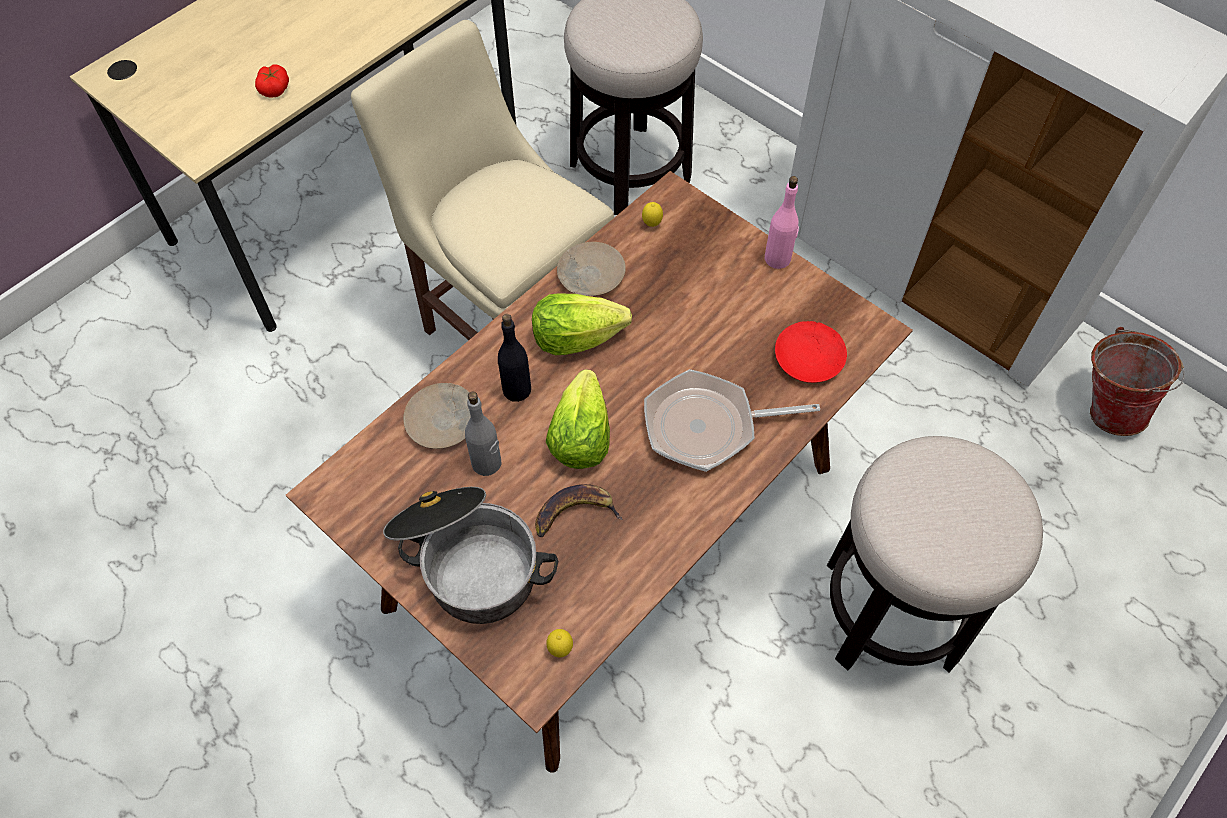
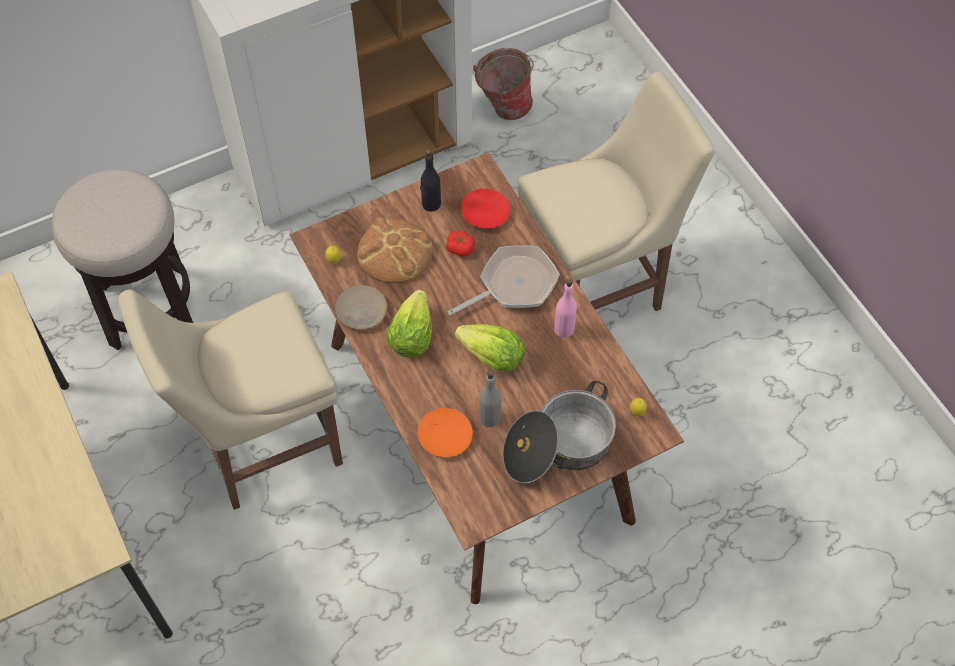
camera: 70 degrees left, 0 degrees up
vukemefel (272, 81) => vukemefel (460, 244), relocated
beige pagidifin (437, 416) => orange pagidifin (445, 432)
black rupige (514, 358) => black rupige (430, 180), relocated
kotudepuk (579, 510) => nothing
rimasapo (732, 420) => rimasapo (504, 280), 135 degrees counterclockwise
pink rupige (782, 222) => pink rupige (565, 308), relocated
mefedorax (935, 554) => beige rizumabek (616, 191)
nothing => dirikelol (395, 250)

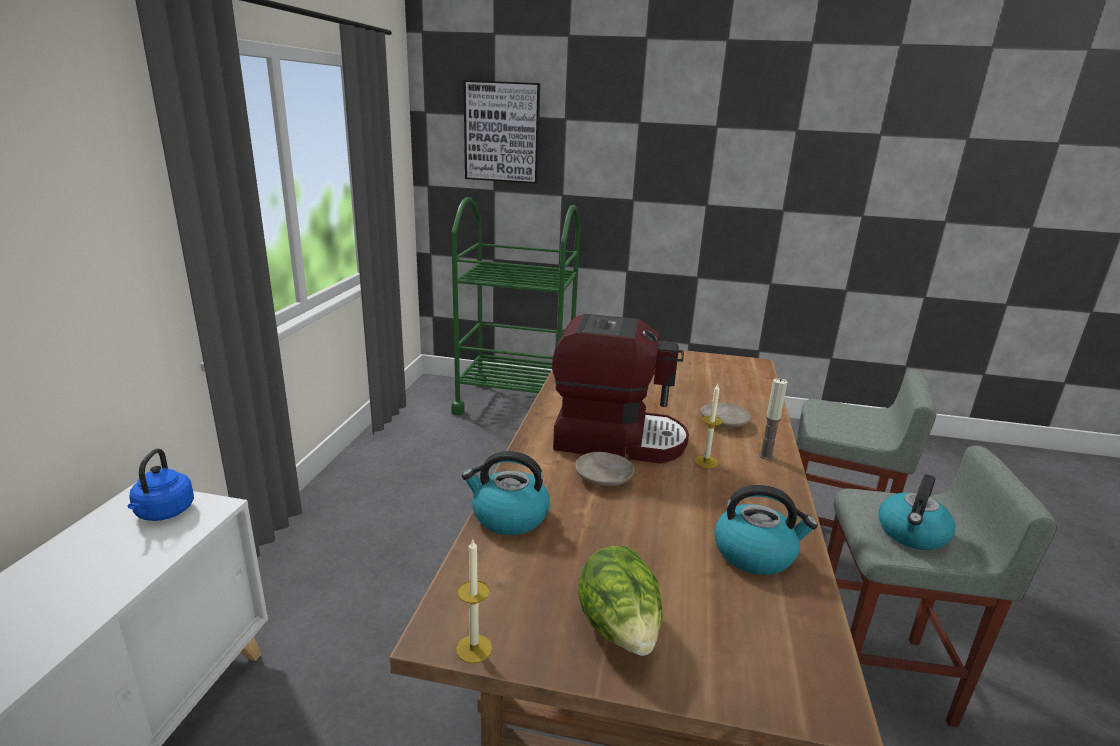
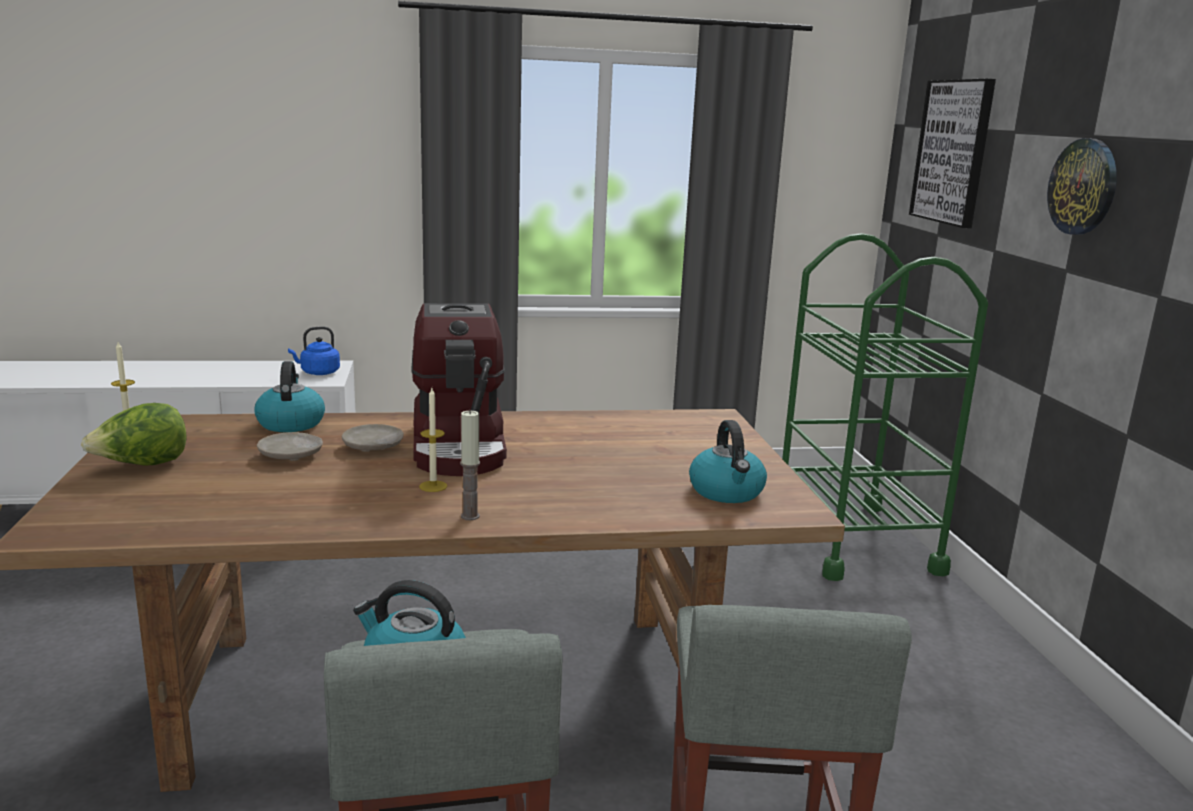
camera: 70 degrees right, 5 degrees down
beige pagidifin (725, 415) => beige pagidifin (290, 446), relocated
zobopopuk (766, 530) => zobopopuk (728, 461), relocated
nothing => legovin (1082, 186)

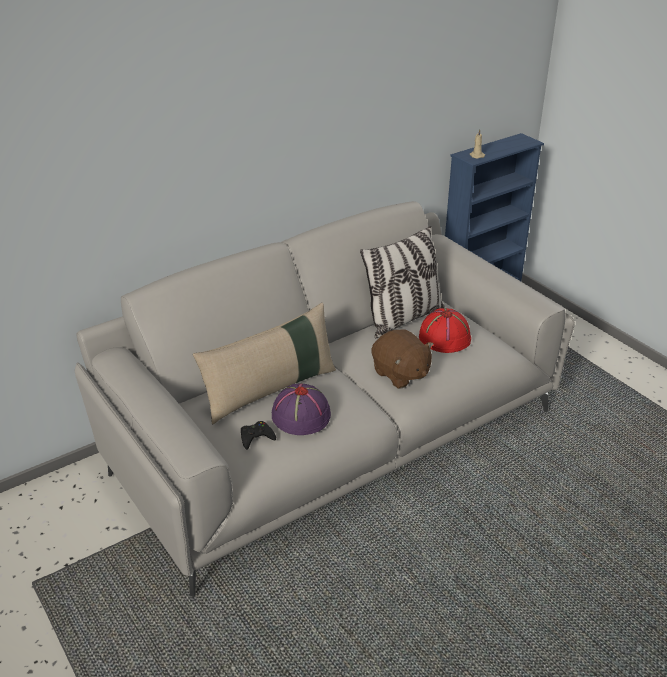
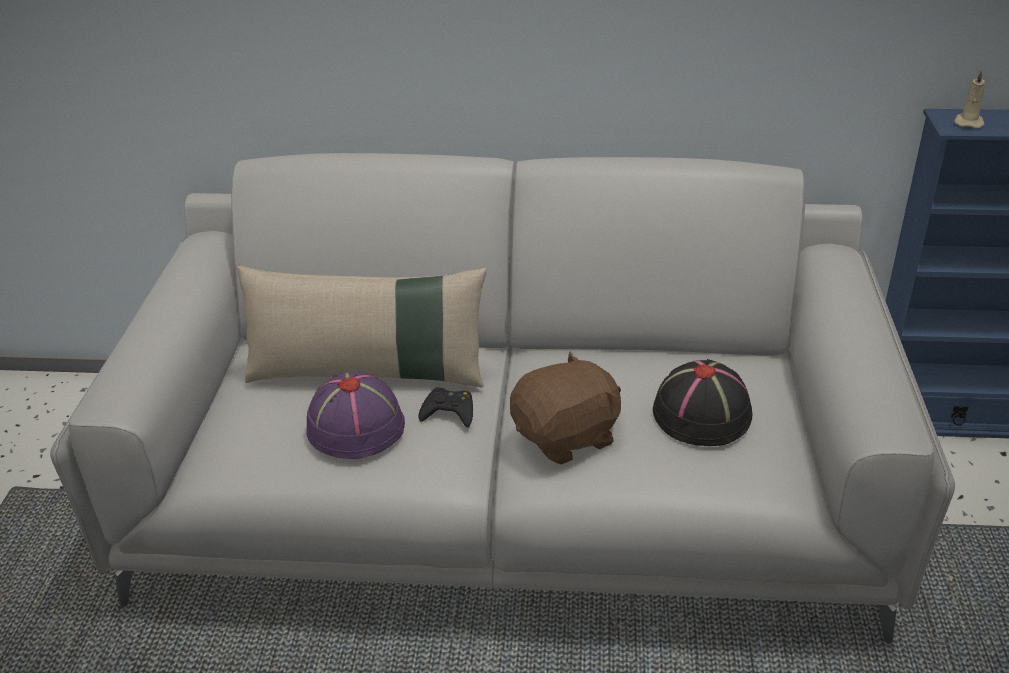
camera: 40 degrees right, 0 degrees up
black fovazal (258, 435) => black fovazal (445, 407), relocated
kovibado (402, 282) => nothing
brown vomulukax (403, 359) => brown vomulukax (565, 408), 120 degrees counterclockwise
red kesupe (445, 330) => black kesupe (702, 402)

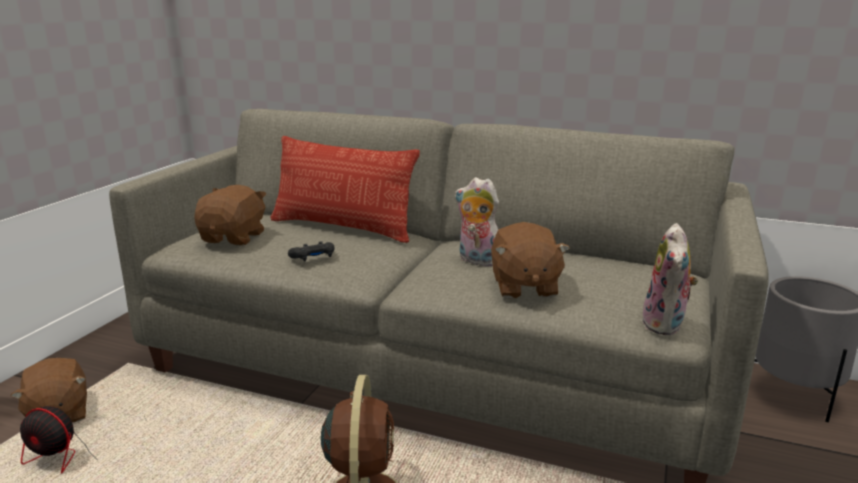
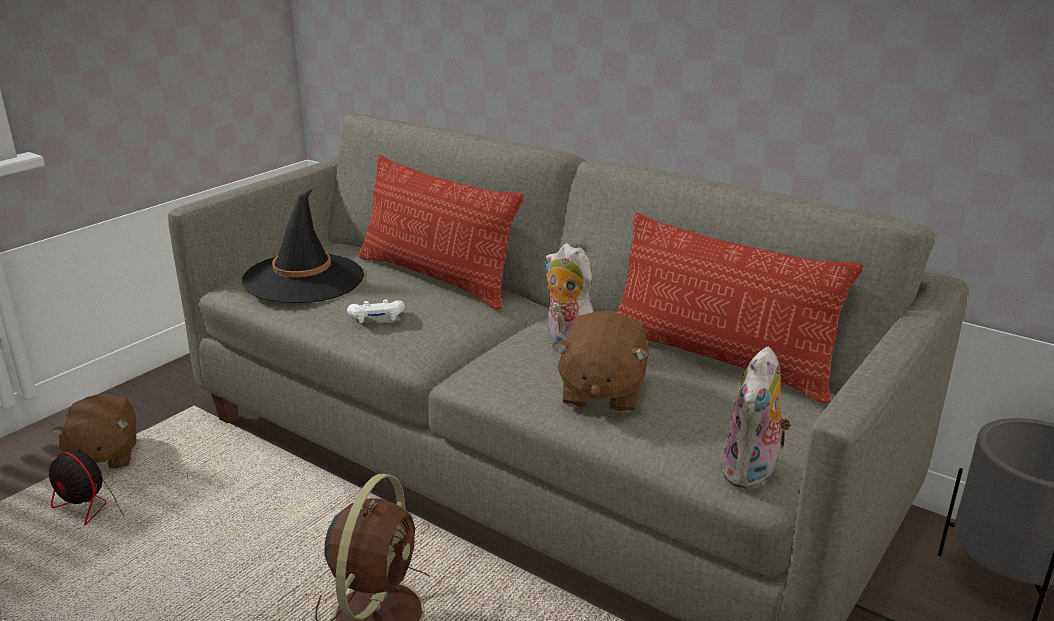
camera: 15 degrees right, 5 degrees up
brown vomulukax (230, 215) => black kesupe (303, 246)
black fovazal (311, 251) => white fovazal (376, 311)
nothing => kovibado (740, 308)

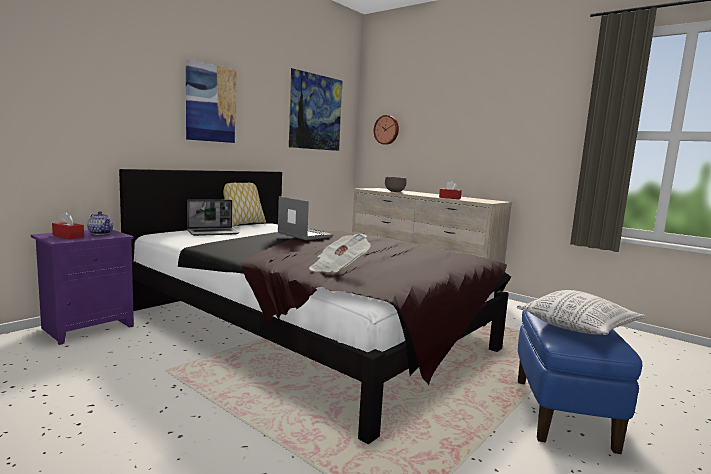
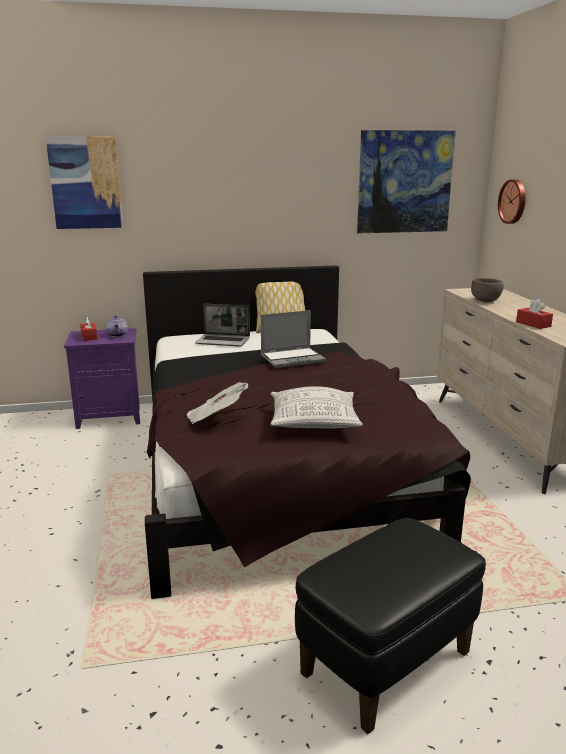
camera: 40 degrees right, 10 degrees up
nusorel (211, 101) => nusorel (84, 182), relocated
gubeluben (305, 218) => gubeluben (293, 339), 75 degrees clockwise
kovibado (581, 312) => kovibado (316, 407), relocated
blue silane (580, 382) => black silane (390, 626)

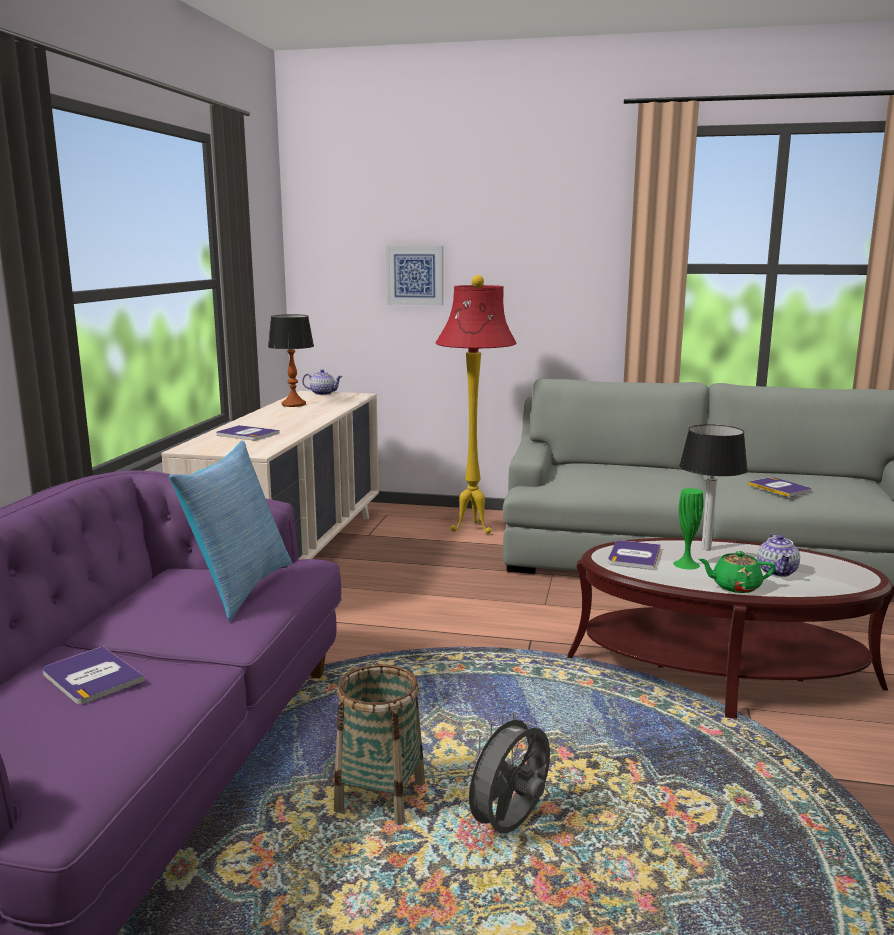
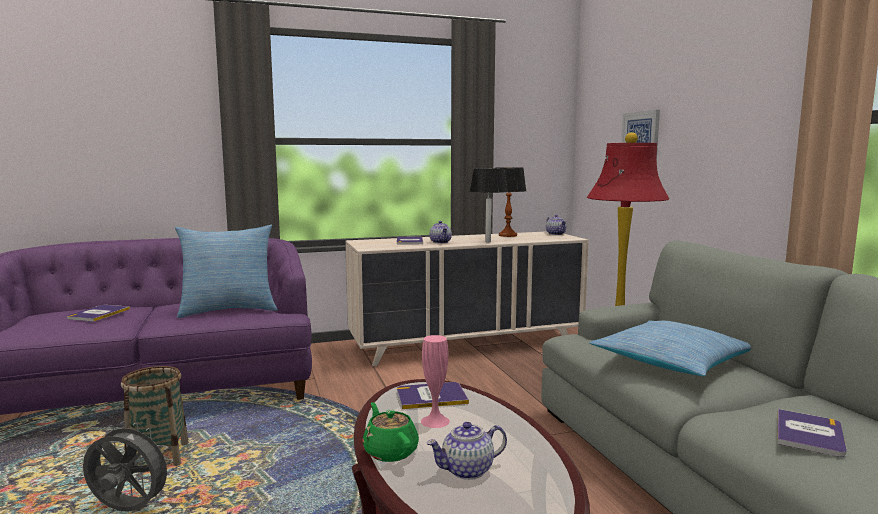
camera: 60 degrees right, 5 degrees down
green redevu (688, 528) => pink redevu (435, 381)
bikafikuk (713, 487) => bikafikuk (489, 205), relocated
nothing => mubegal (440, 232)
nothing => kovibado (670, 348)

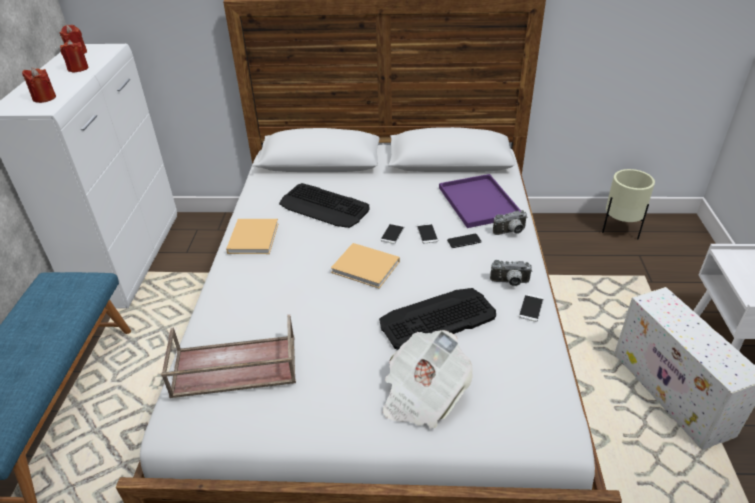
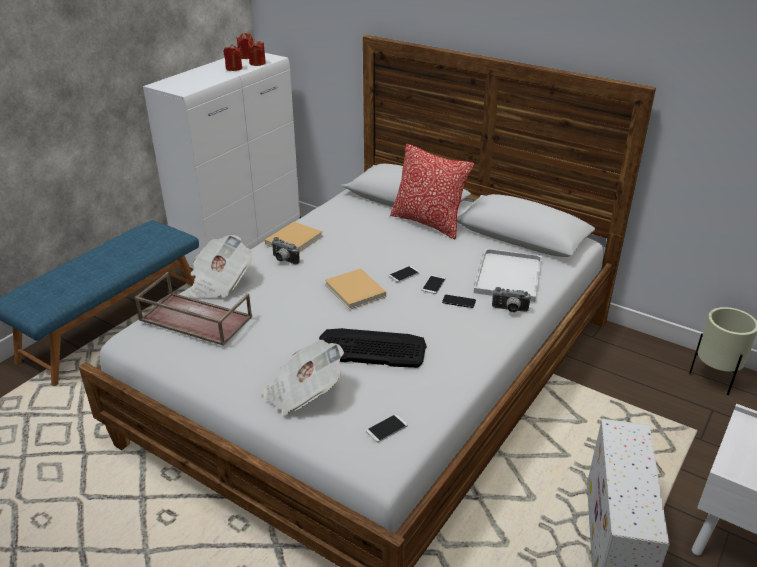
camera: 30 degrees right, 5 degrees down
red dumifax (39, 85) => red dumifax (256, 52), relocated
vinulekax (324, 205) => nothing
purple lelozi (480, 201) => white lelozi (508, 275)
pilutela (511, 273) => pilutela (285, 250), relocated
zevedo (531, 308) => zevedo (387, 428), relocated
nothing => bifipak (221, 266)
nothing => kovibado (432, 191)

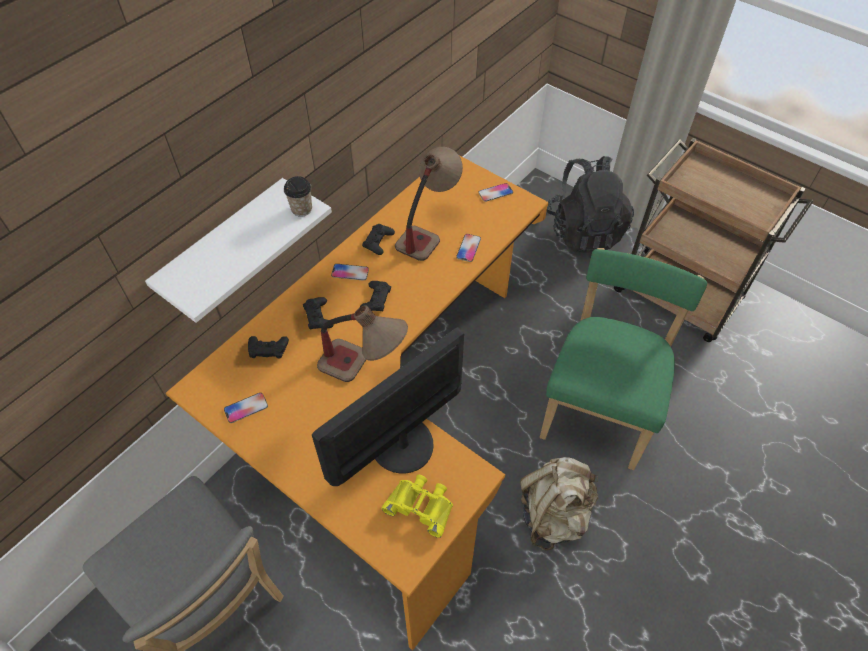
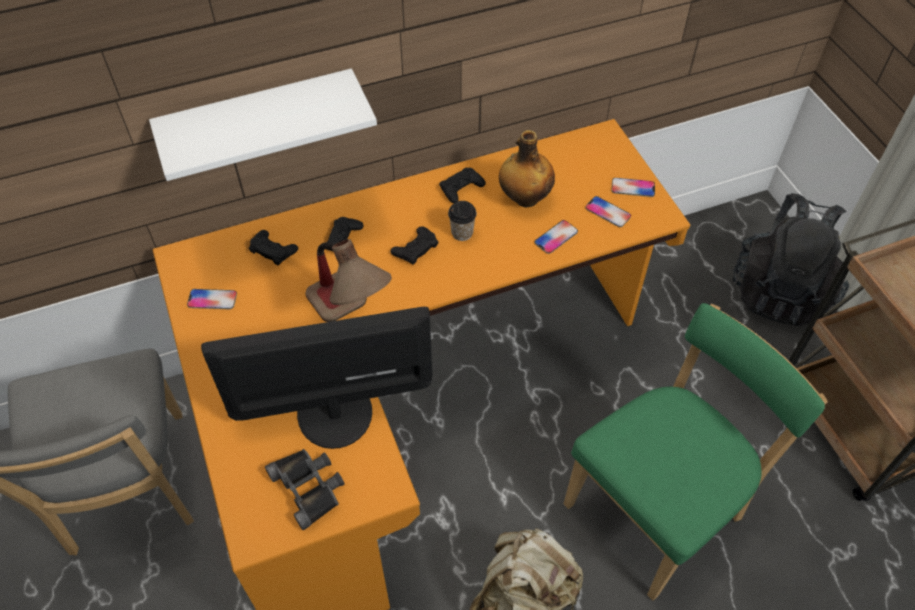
camera: 30 degrees right, 0 degrees up
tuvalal (298, 196) => tuvalal (462, 221), relocated
zevedo (350, 272) => zevedo (608, 211), relocated
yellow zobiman (417, 506) => black zobiman (305, 489)
bikafikuk (429, 204) => rupige (527, 168)

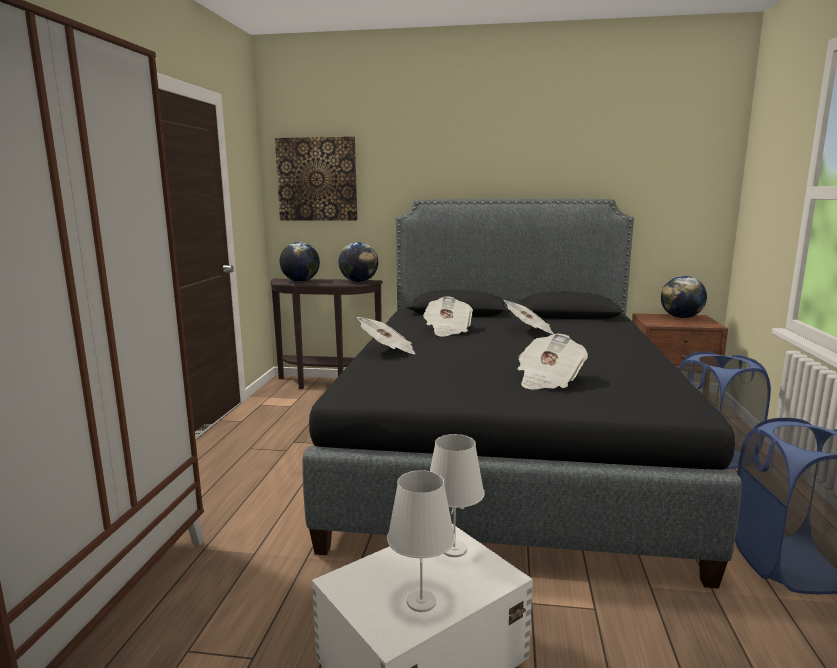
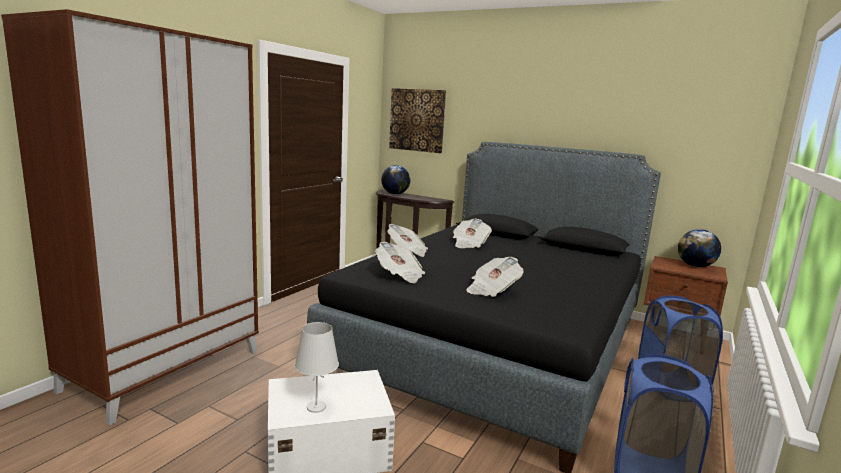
camera: 20 degrees right, 0 degrees up
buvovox (358, 262) => nothing
white bikafikuk (457, 495) => nothing
bifipak (528, 317) => bifipak (400, 262), relocated

